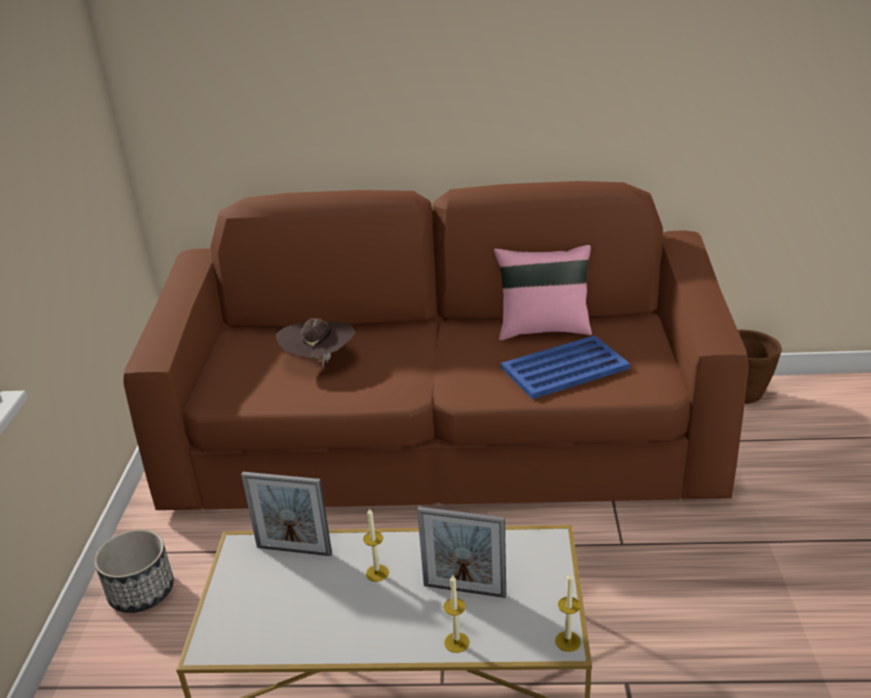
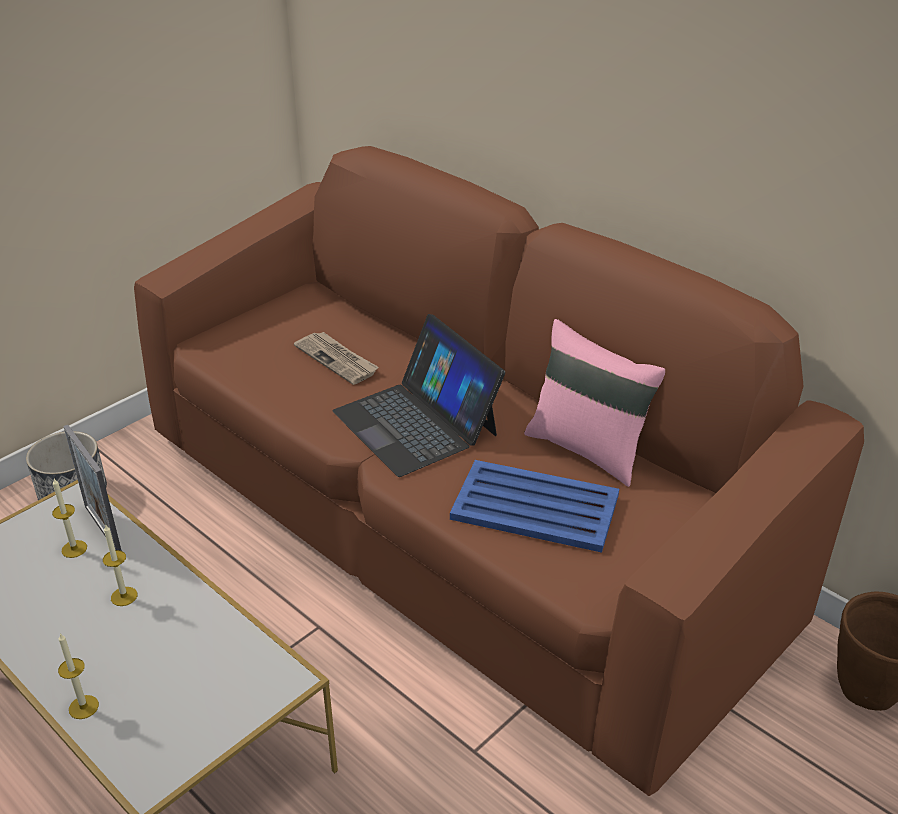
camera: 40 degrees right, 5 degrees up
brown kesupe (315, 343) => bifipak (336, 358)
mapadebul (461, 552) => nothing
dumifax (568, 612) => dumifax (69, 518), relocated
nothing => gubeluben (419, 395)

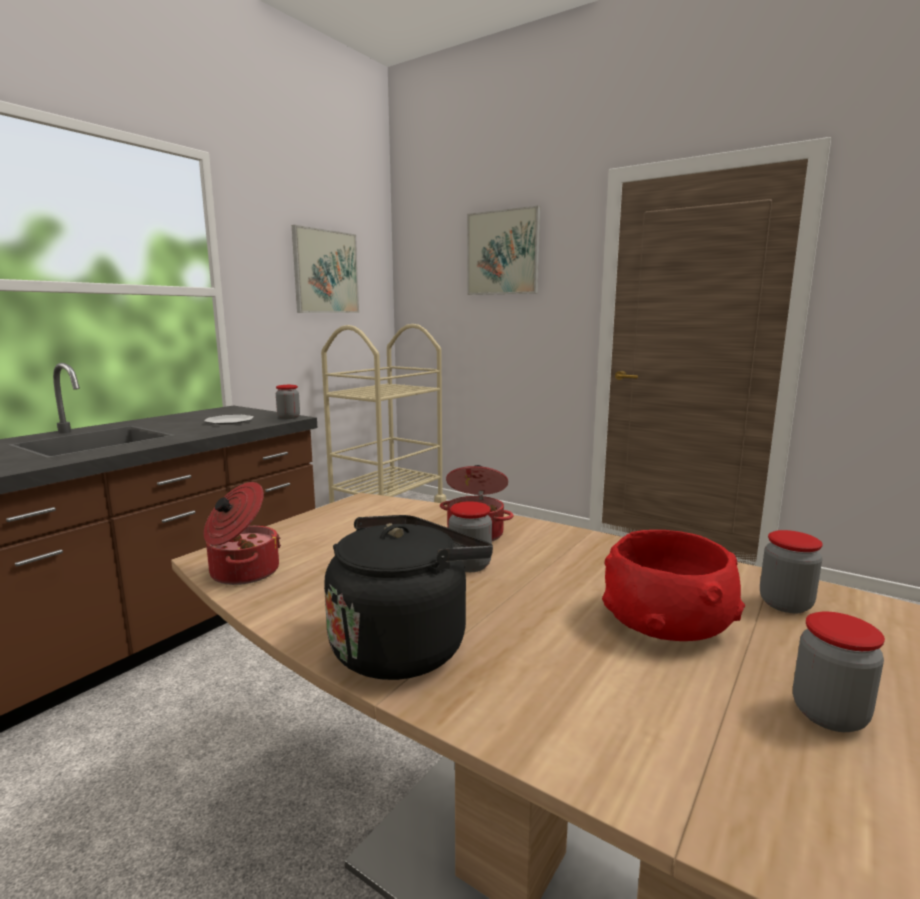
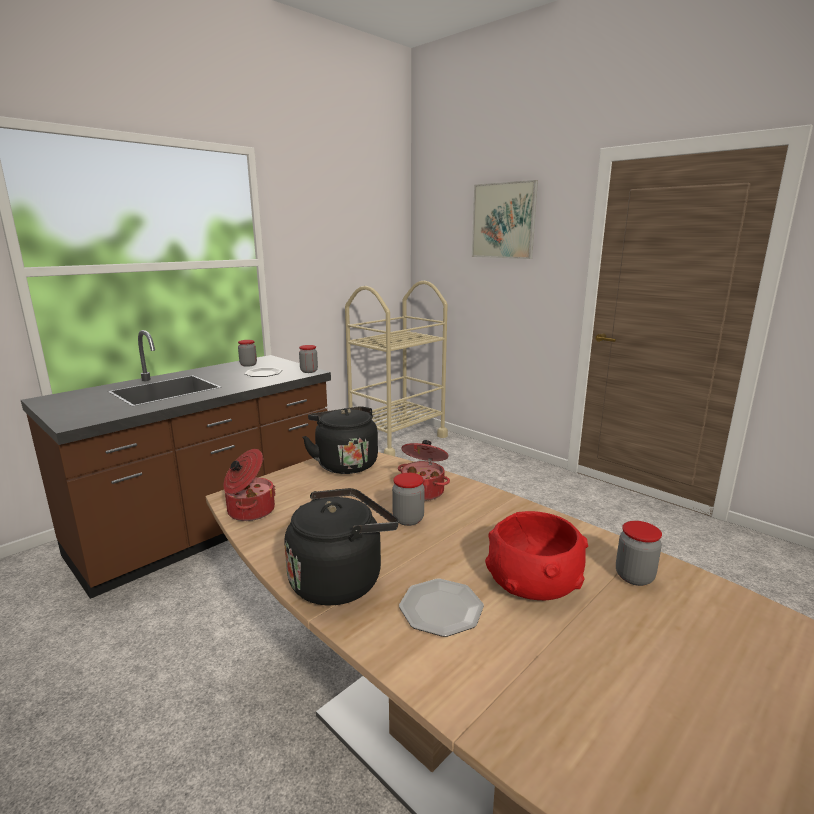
camera: 10 degrees right, 5 degrees up
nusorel (325, 269) => nothing
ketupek (839, 672) => ketupek (247, 353), relocated
nothing => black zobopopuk (340, 440)
nothing => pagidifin (441, 608)

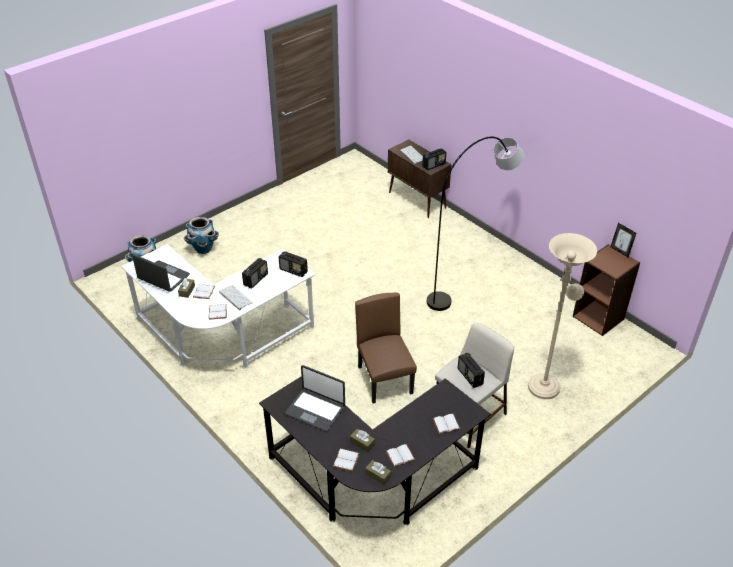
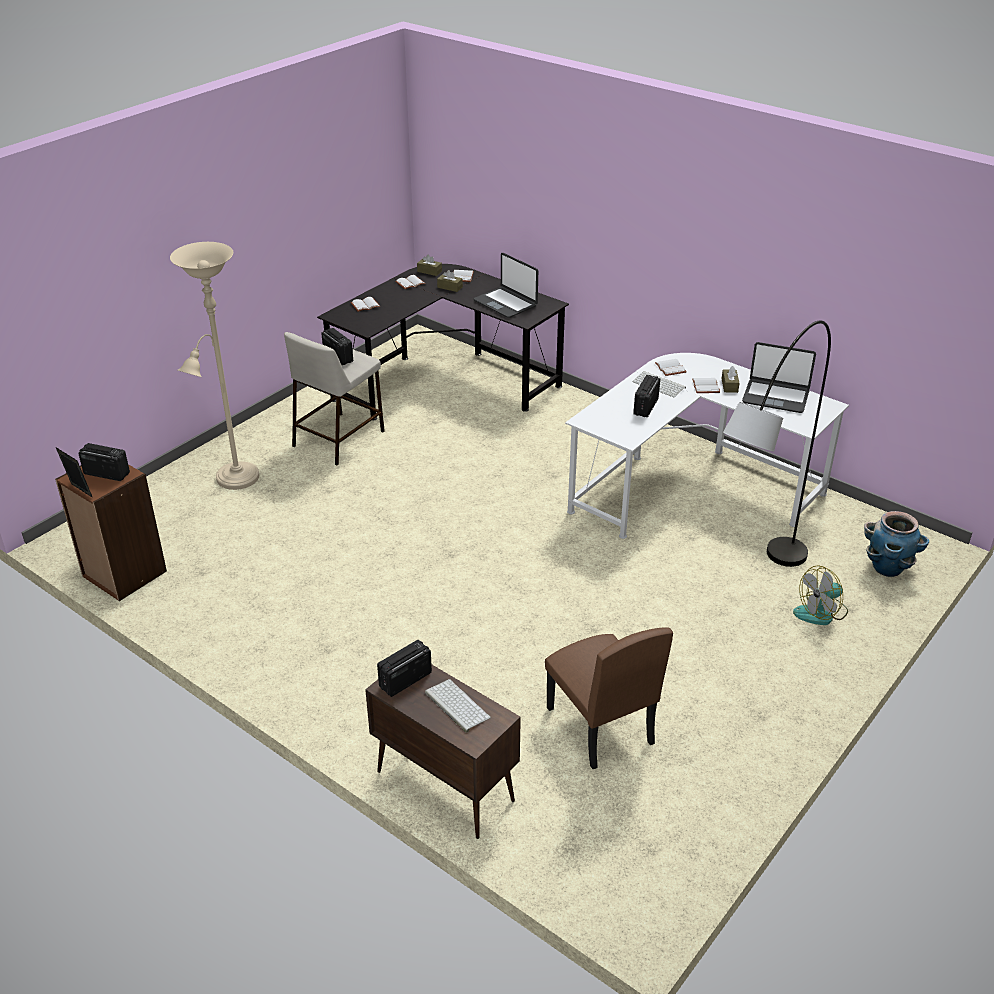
camera: 170 degrees right, 5 degrees down
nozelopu (201, 235) => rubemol (820, 595)
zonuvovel (293, 264) => zonuvovel (104, 462), relocated
gubeluben (315, 398) => gubeluben (506, 285), 150 degrees counterclockwise
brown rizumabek (386, 348) => brown rizumabek (609, 698), relocated
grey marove (475, 224) => grey marove (777, 443), relocated

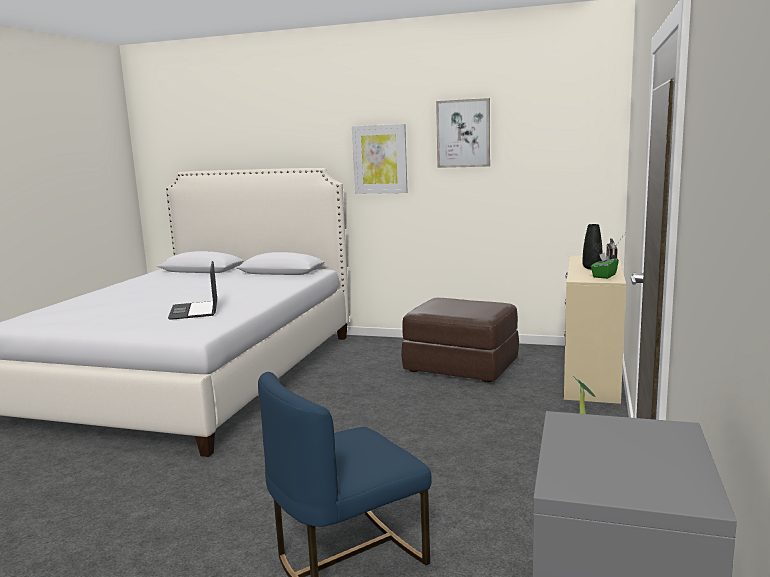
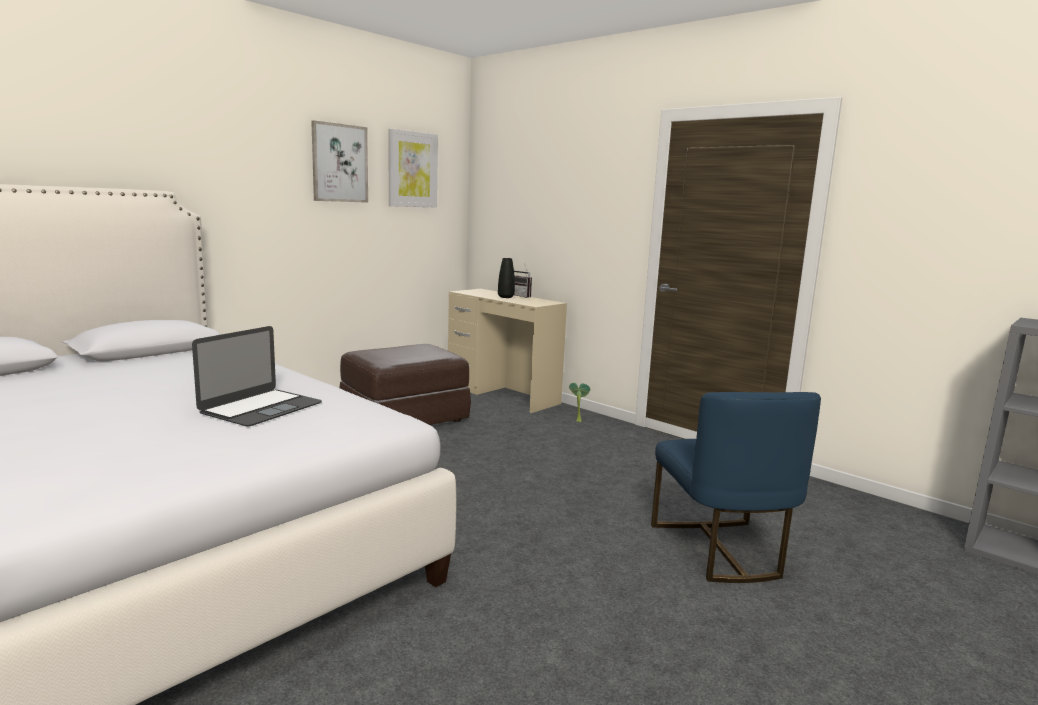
camera: 65 degrees left, 0 degrees up
gubeluben (192, 290) => gubeluben (257, 376), 75 degrees counterclockwise
nusorel (379, 159) => nusorel (413, 168), relocated
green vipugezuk (605, 265) => nothing

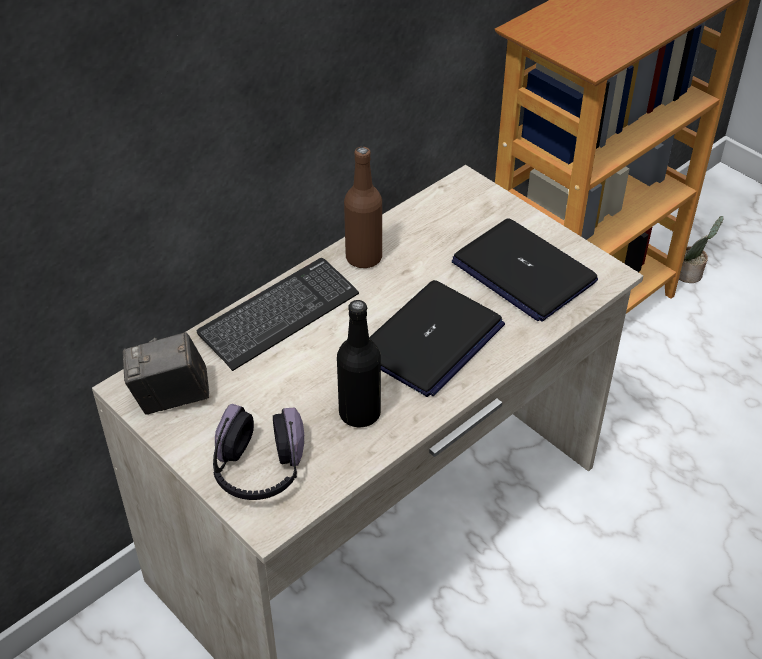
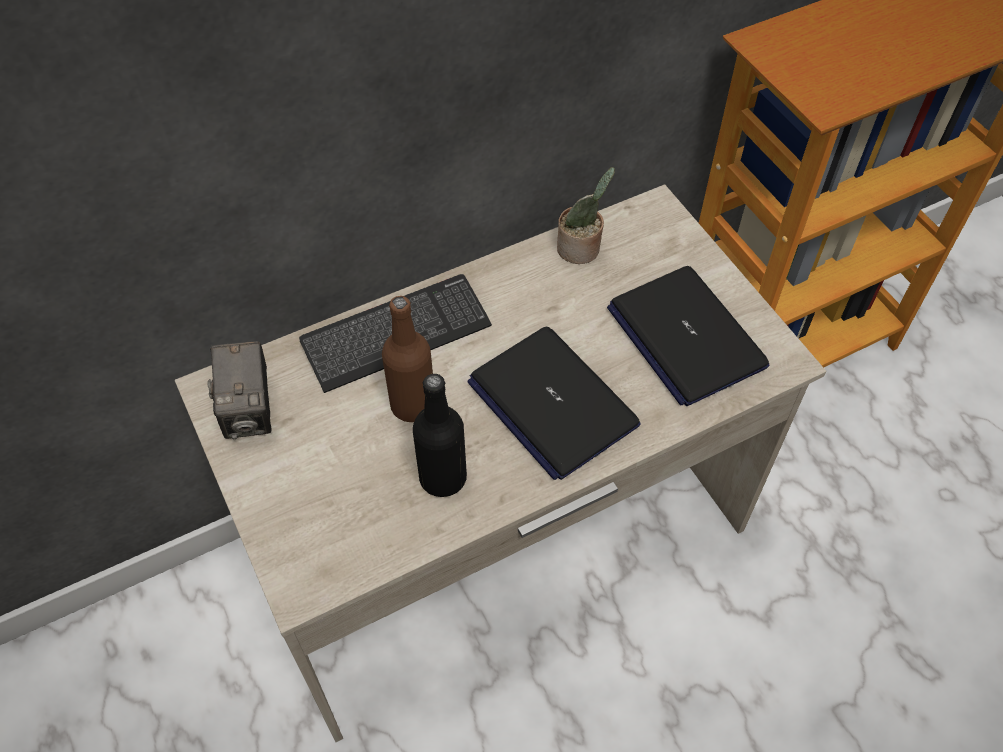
camera: 15 degrees right, 10 degrees up
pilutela (166, 373) => pilutela (239, 390), 105 degrees counterclockwise
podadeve (258, 452) => nothing
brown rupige (363, 207) => brown rupige (407, 359), relocated
gubeluben (437, 338) => gubeluben (554, 403), 90 degrees clockwise
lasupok (701, 249) => lasupok (586, 215), relocated

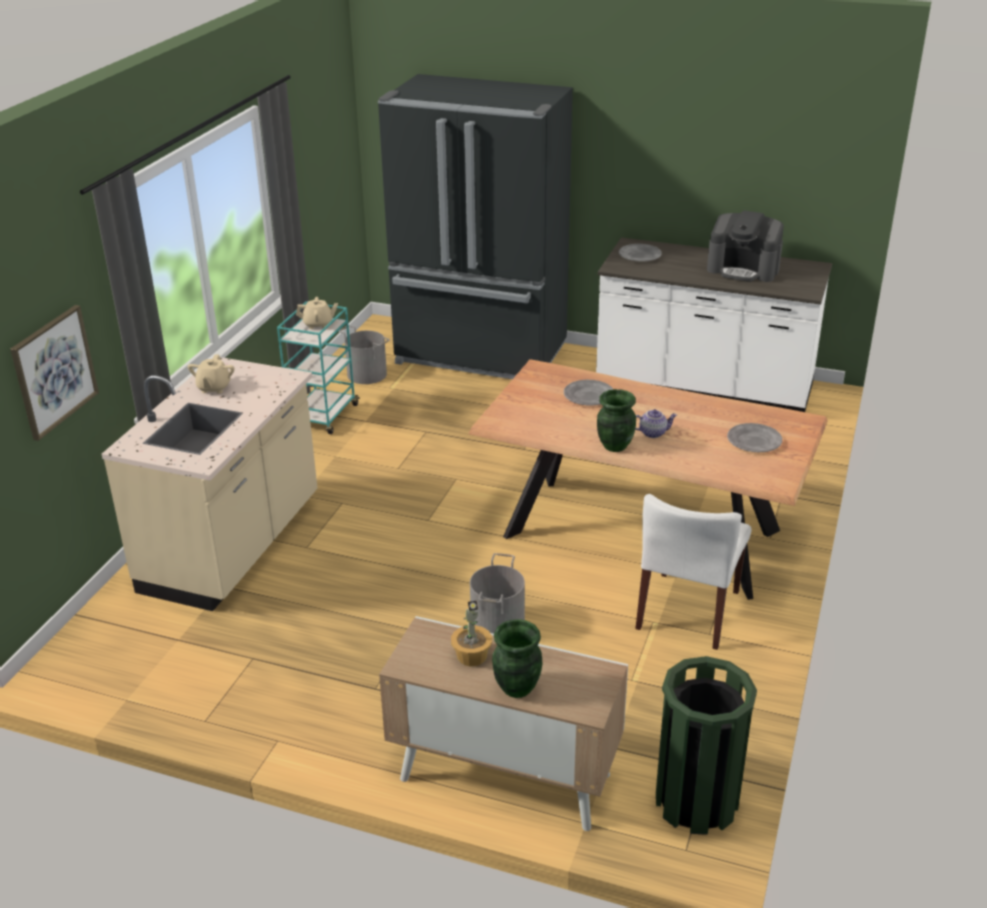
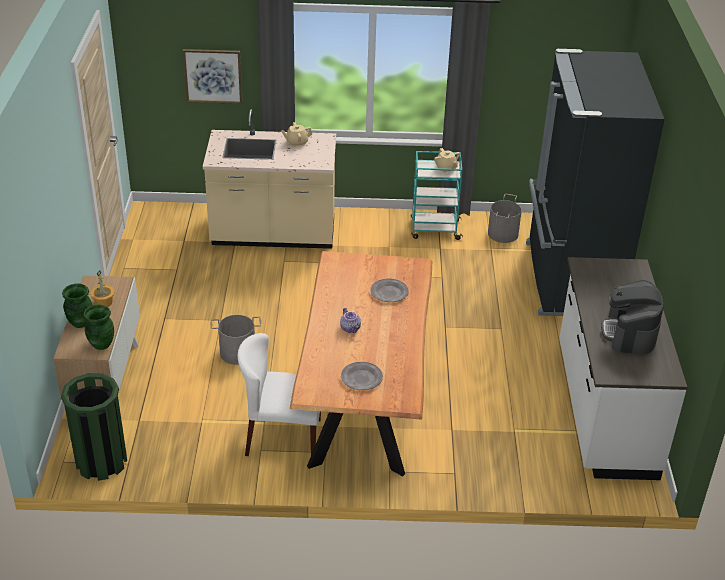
camera: 70 degrees right, 5 degrees up
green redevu (616, 420) => green redevu (98, 327), relocated
grey pagidifin (640, 252) => nothing

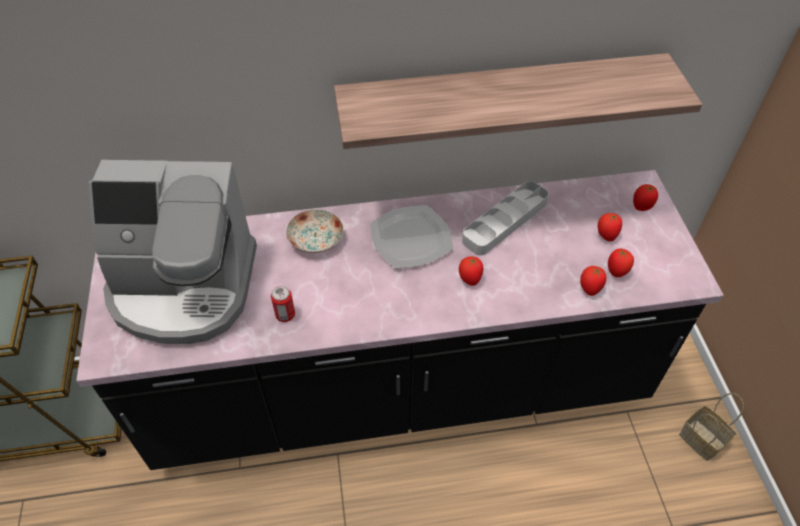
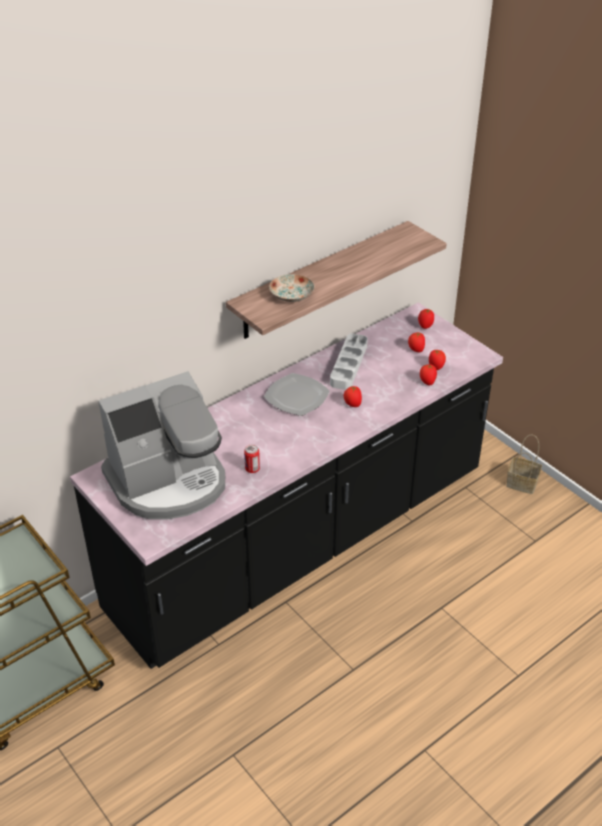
camera: 30 degrees left, 10 degrees down
pagidifin (314, 231) => pagidifin (291, 288), relocated

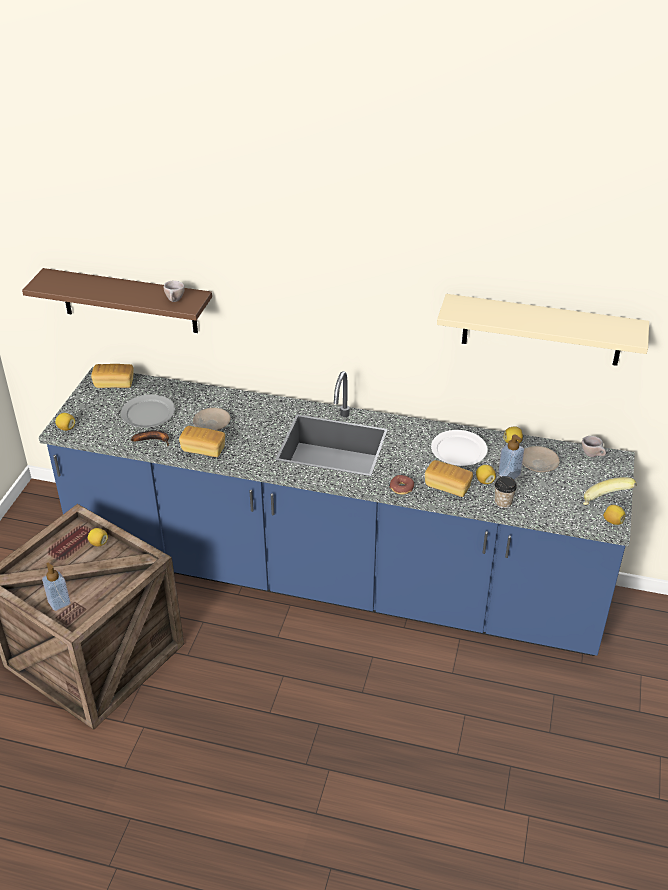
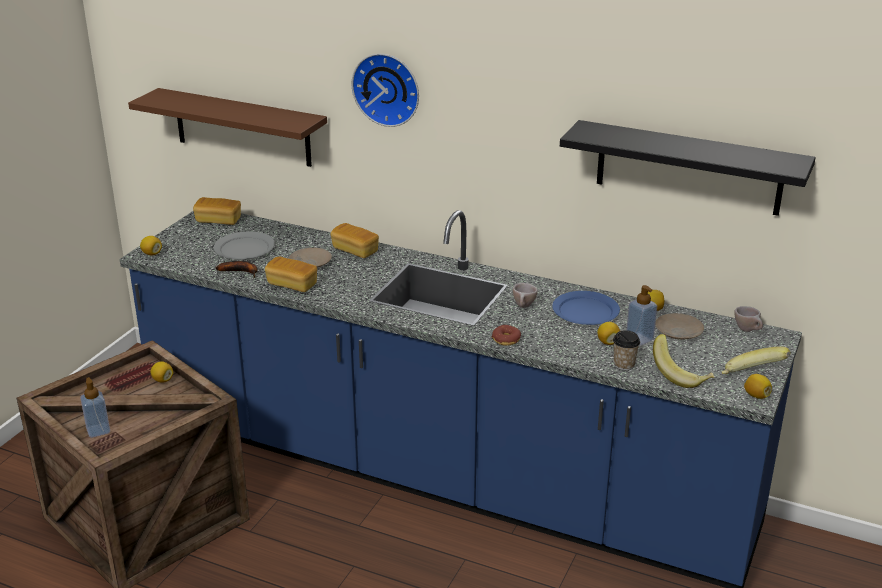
camera: 10 degrees right, 10 degrees down
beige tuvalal (174, 291) => beige tuvalal (525, 295), relocated
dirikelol (449, 478) => dirikelol (355, 240), relocated
white pagidifin (459, 448) => blue pagidifin (586, 308)
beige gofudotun (543, 330) => black gofudotun (688, 168)
nothing => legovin (385, 90)
nothing => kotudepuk (684, 361)

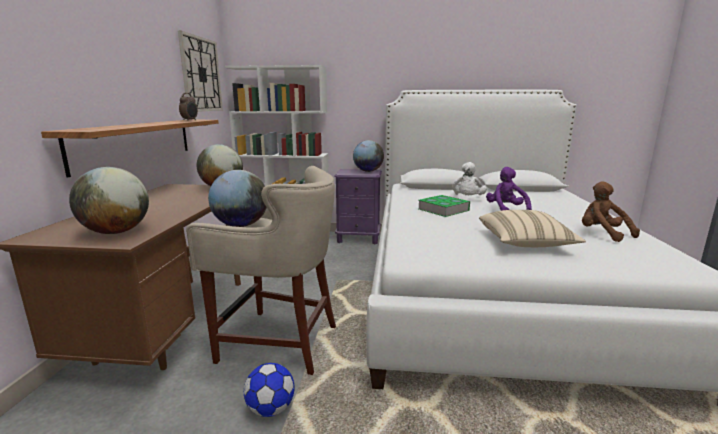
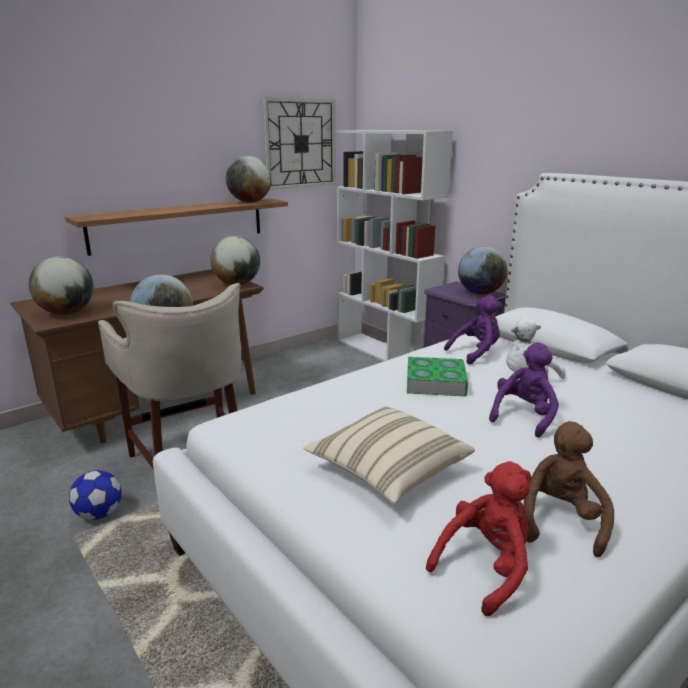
camera: 45 degrees right, 5 degrees up
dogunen (188, 106) => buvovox (248, 179)
nothing => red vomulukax (479, 538)
nothing => purple vomulukax (473, 330)

